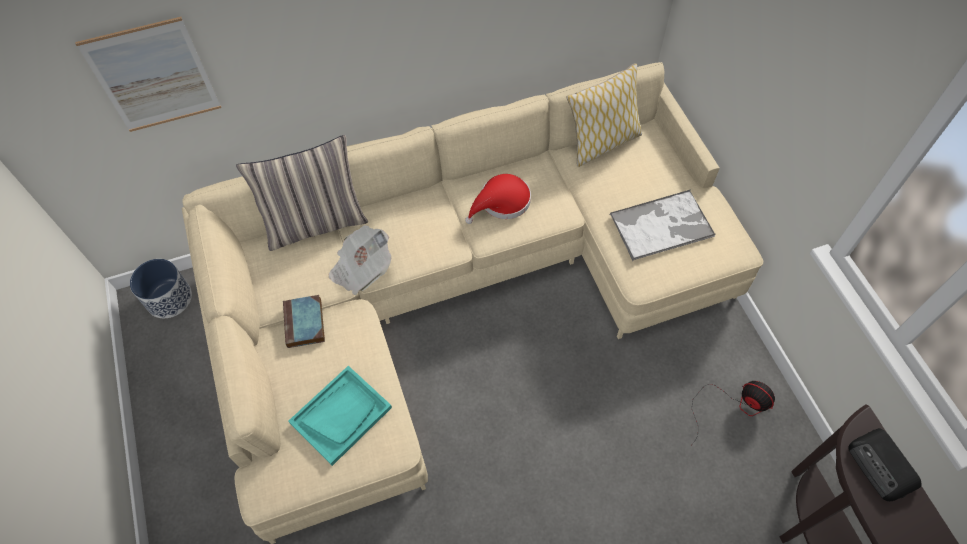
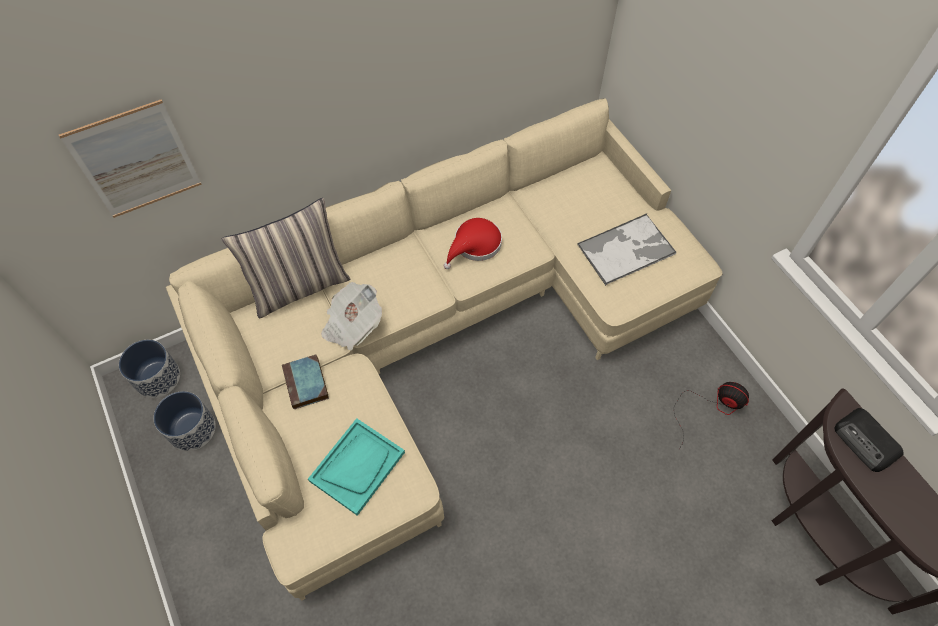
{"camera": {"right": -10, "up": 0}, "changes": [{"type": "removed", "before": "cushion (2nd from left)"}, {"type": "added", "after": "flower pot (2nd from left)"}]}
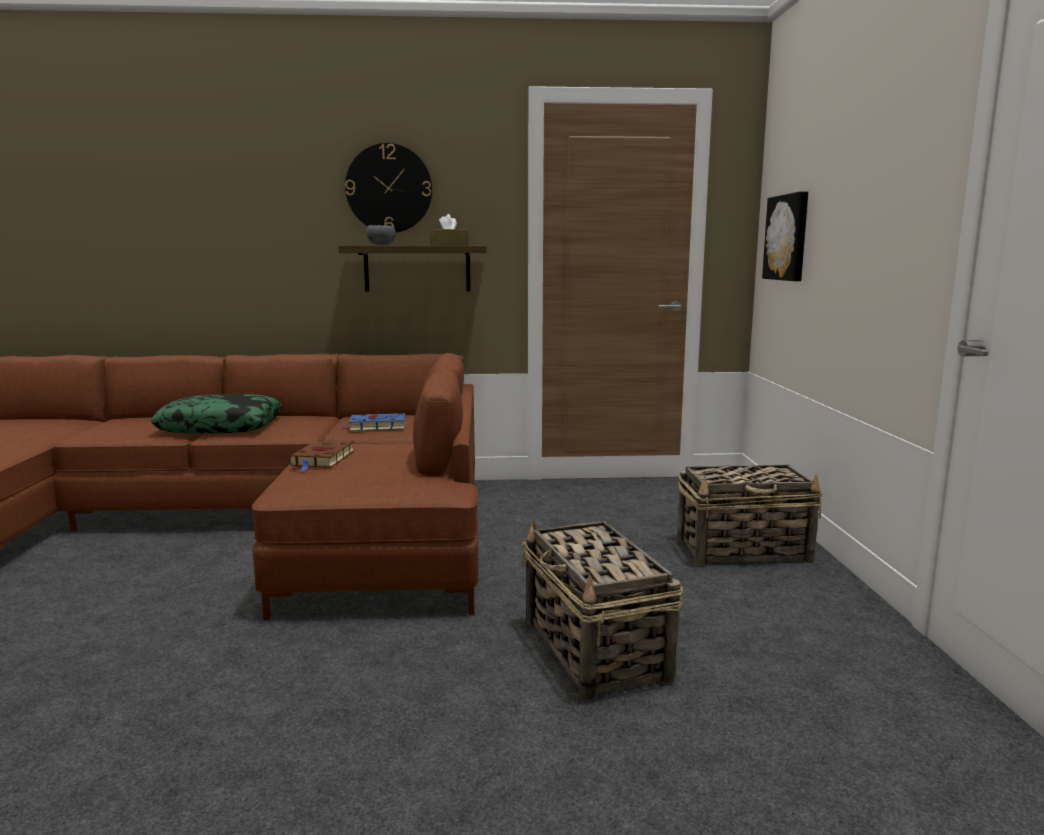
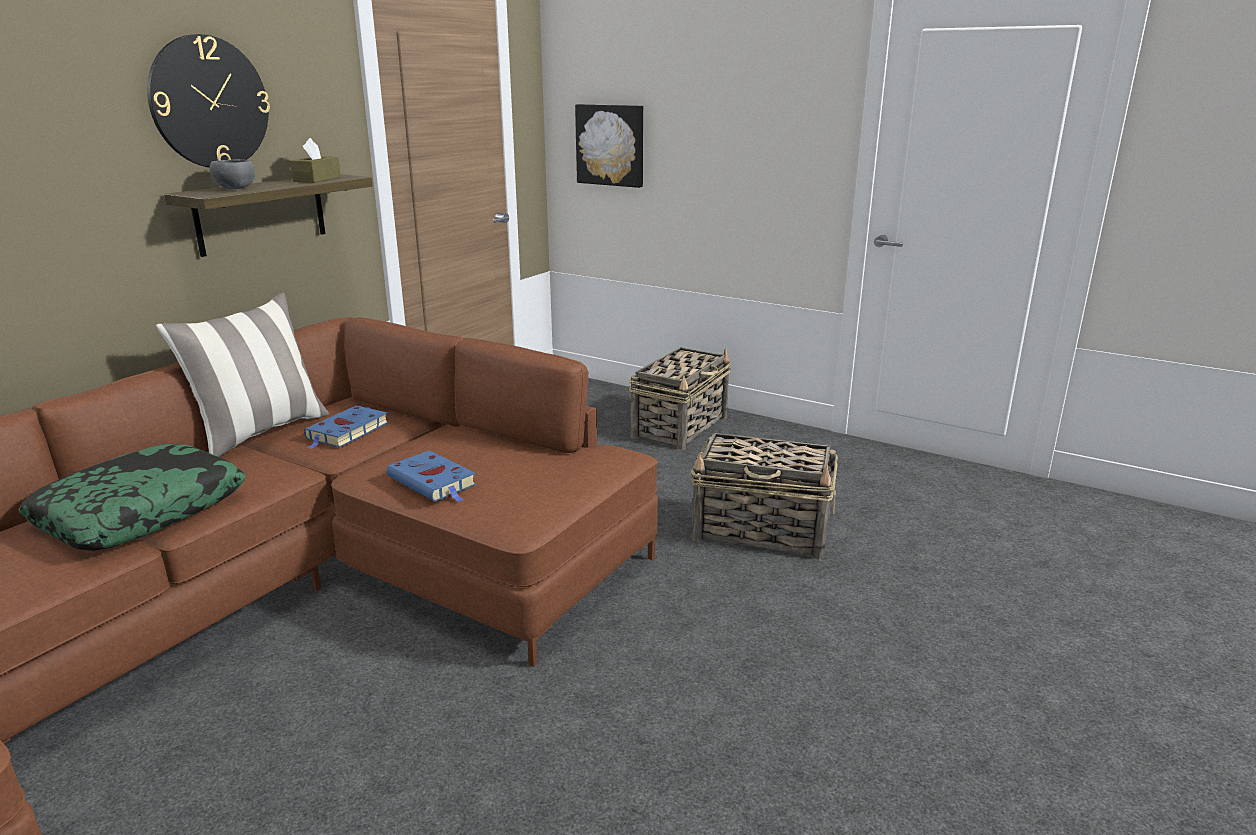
{"camera": {"right": -55, "up": 10}, "changes": [{"type": "recoloured", "before": "brown bound book", "after": "blue bound book (2nd from left)"}, {"type": "added", "after": "cushion (2nd from left)"}]}
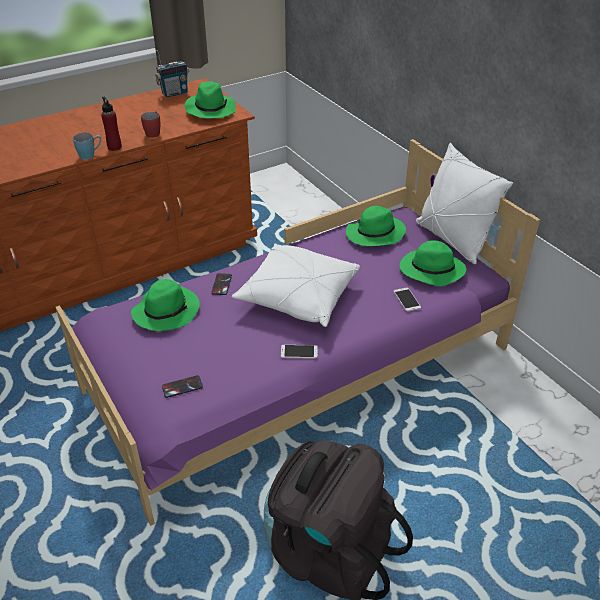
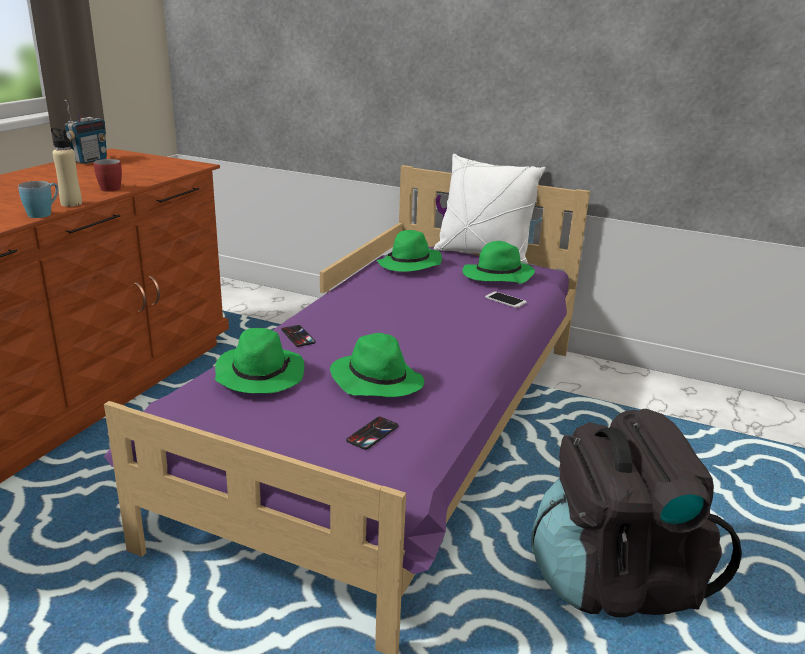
{"camera": {"right": -35, "up": -15}, "changes": [{"type": "moved", "before": "greenish clothing hat (2nd from left)"}, {"type": "recoloured", "before": "red-coloured bottle", "after": "beige-coloured bottle"}, {"type": "removed", "before": "white cushion (1st from left)"}, {"type": "removed", "before": "telephone (3rd from left)"}]}
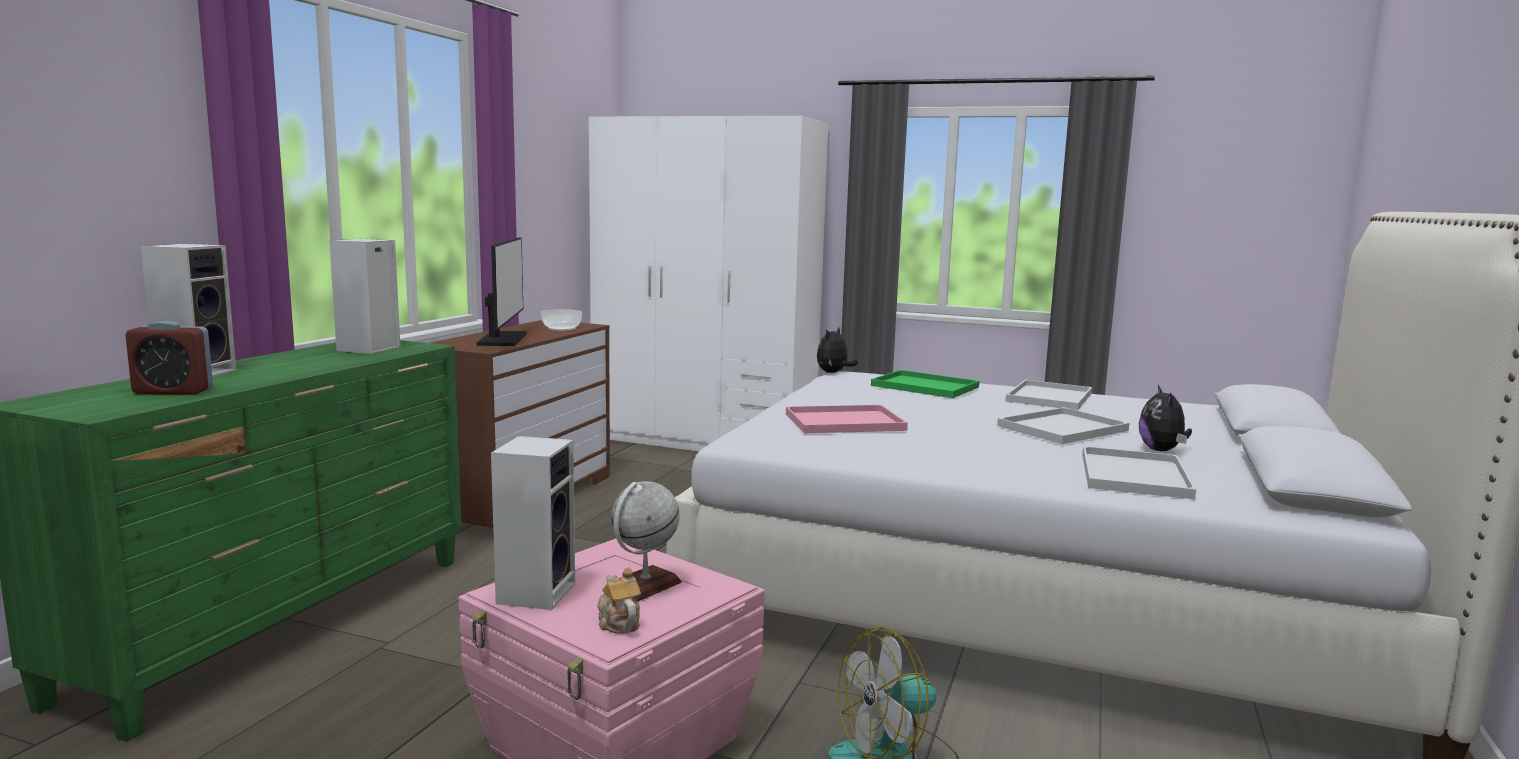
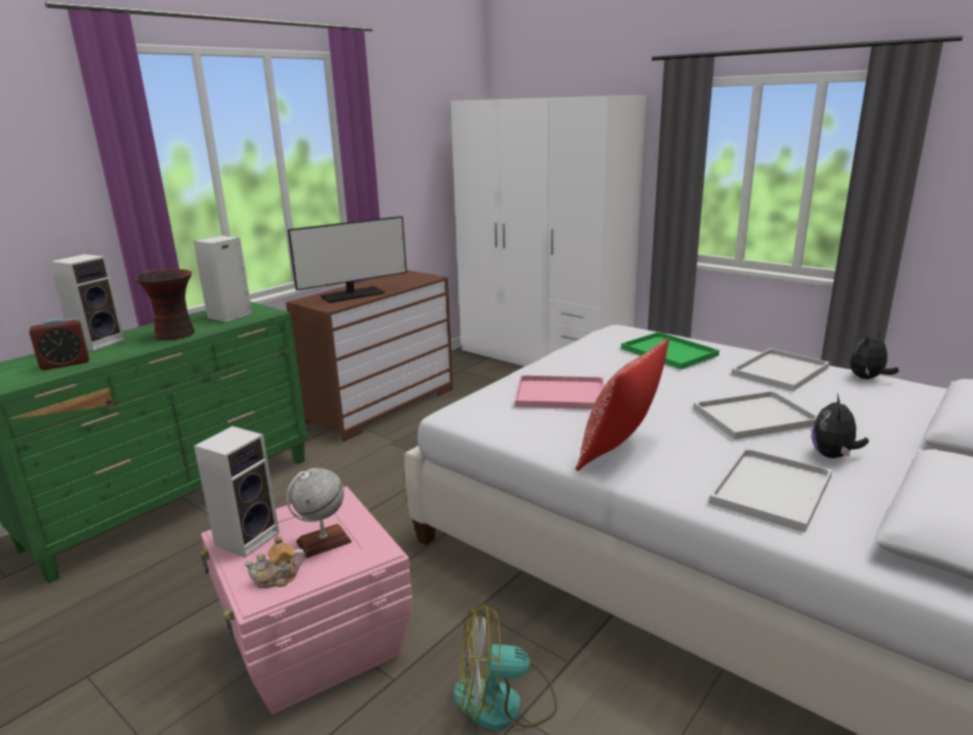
{"camera": {"right": 20, "up": 10}, "changes": [{"type": "turned", "before": "monitor", "turn": 45}, {"type": "removed", "before": "deep dish"}, {"type": "turned", "before": "alarm clock", "turn": -45}, {"type": "moved", "before": "soft toy (1st from left in the first image)", "after": "soft toy (2nd from left)"}, {"type": "turned", "before": "tea pot", "turn": -105}, {"type": "added", "after": "vase"}, {"type": "added", "after": "cushion"}]}
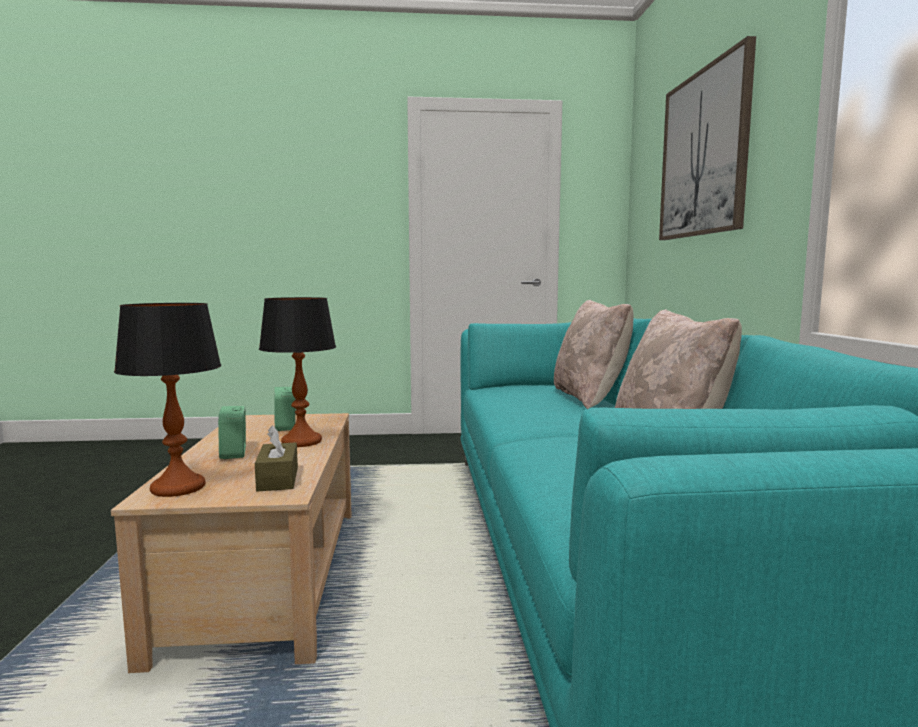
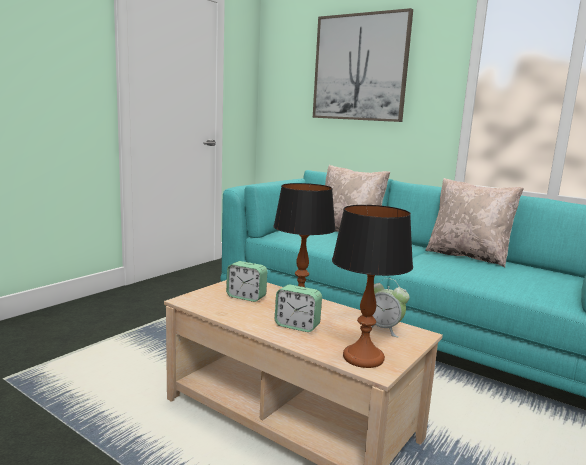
{"camera": {"right": -50, "up": 5}, "changes": [{"type": "replaced", "before": "brown box of tissues", "after": "alarm clock (3rd from left)"}]}
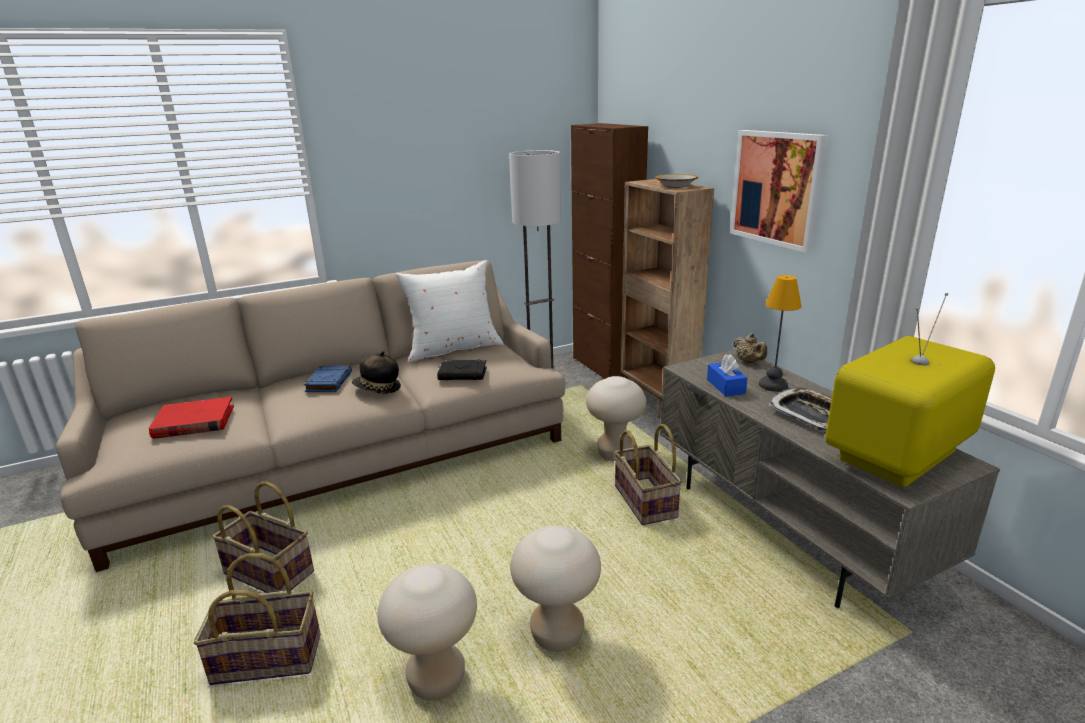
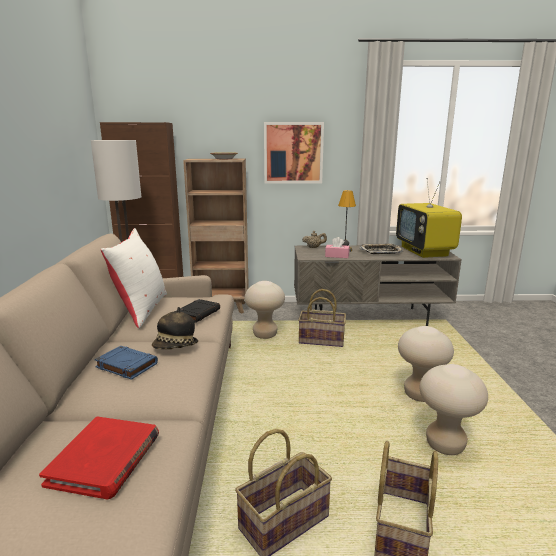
{"camera": {"right": -65, "up": -5}, "changes": [{"type": "recoloured", "before": "blue box of tissues", "after": "pink box of tissues"}]}
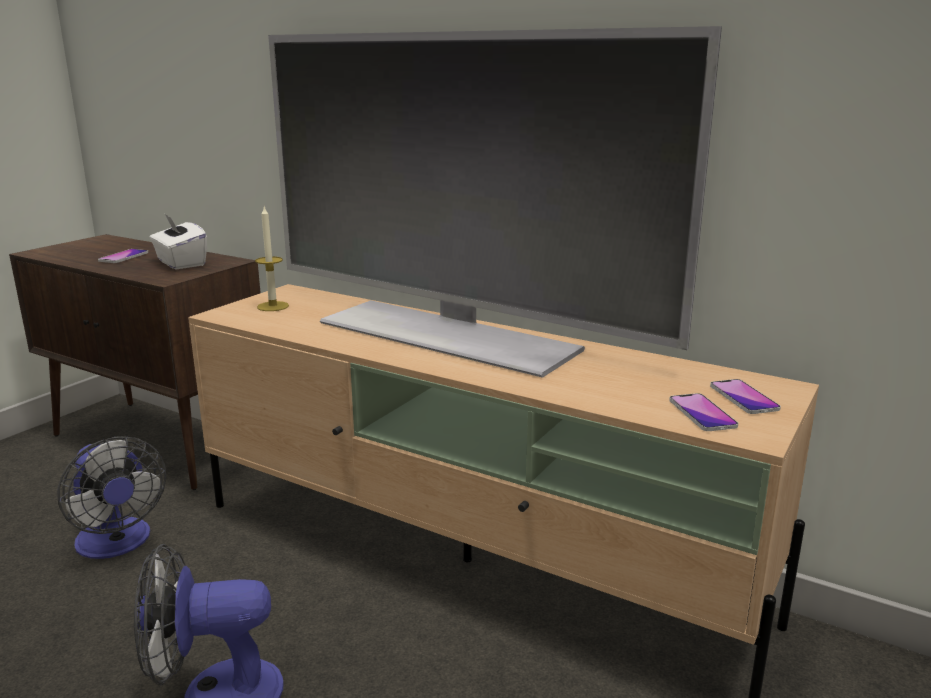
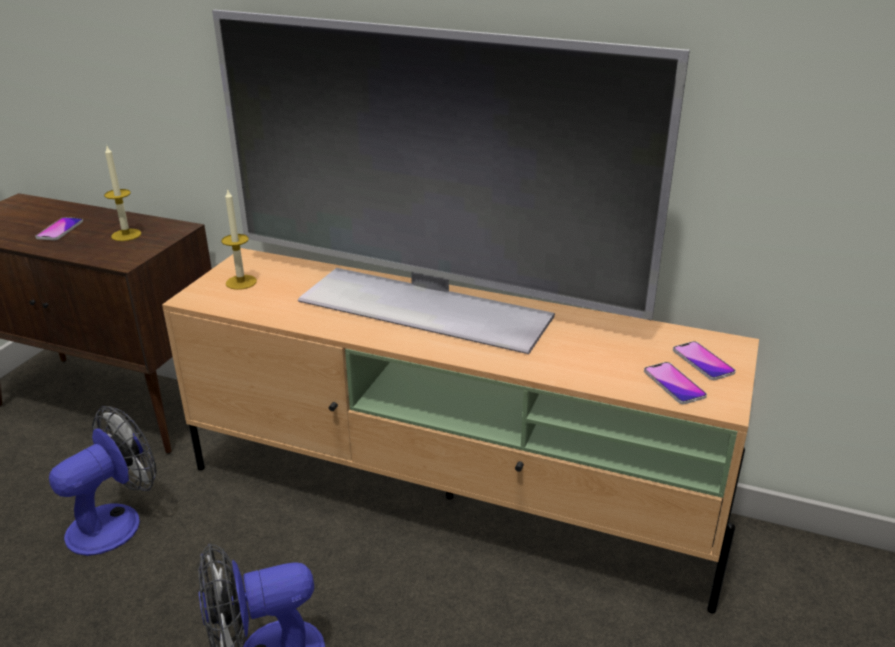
{"camera": {"right": -10, "up": 10}, "changes": [{"type": "replaced", "before": "white box of tissues", "after": "wax light (1st from left)"}, {"type": "turned", "before": "electric fan (1st from left)", "turn": -90}]}
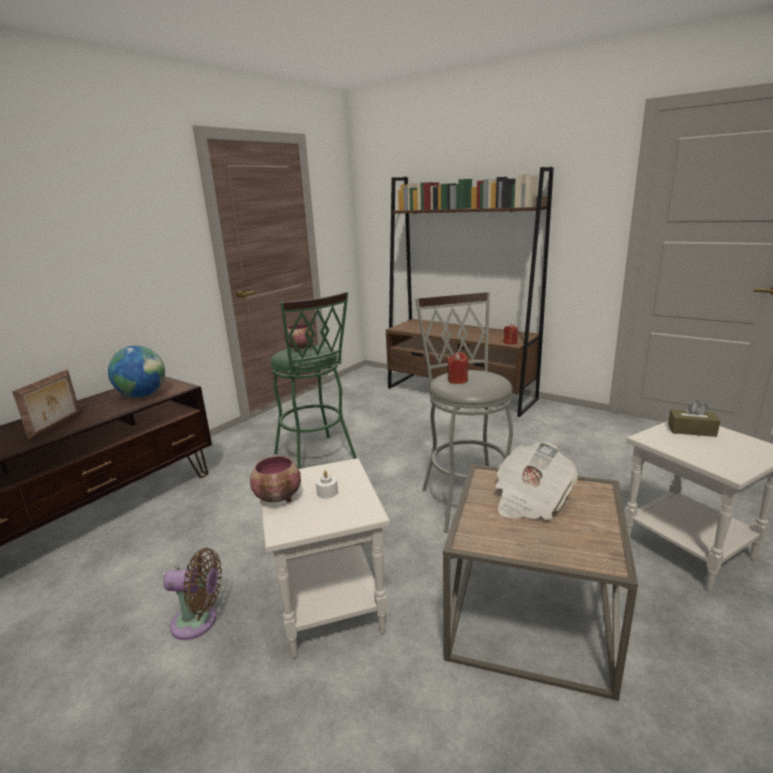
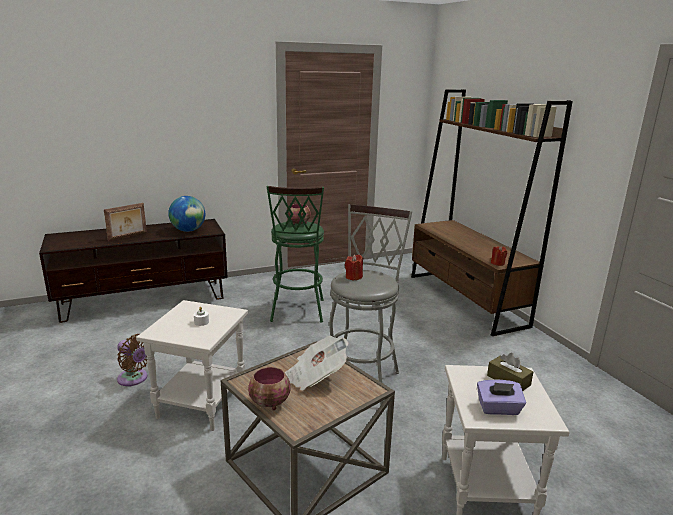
{"camera": {"right": 30, "up": 0}, "changes": [{"type": "moved", "before": "deep dish (1st from left)"}, {"type": "added", "after": "purplish box of tissues"}]}
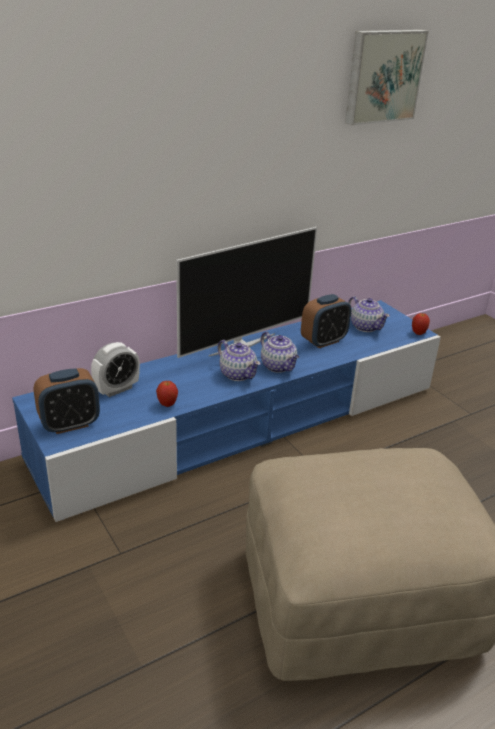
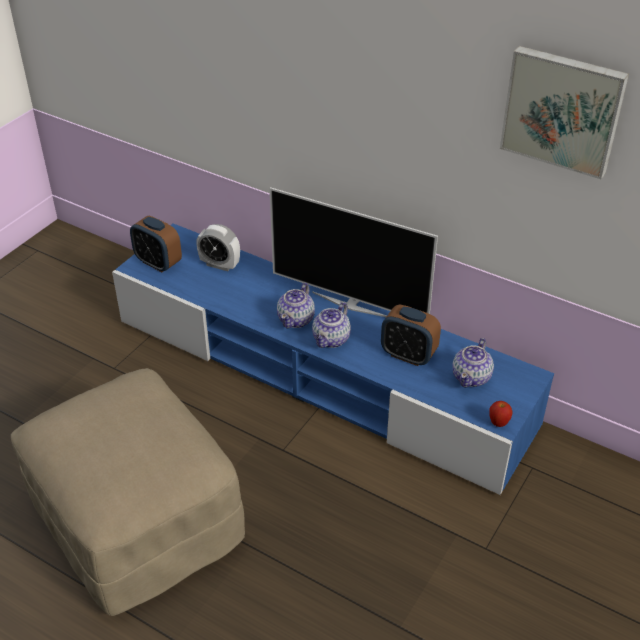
{"camera": {"right": 65, "up": 10}, "changes": [{"type": "removed", "before": "apple fruit (1st from left)"}]}
